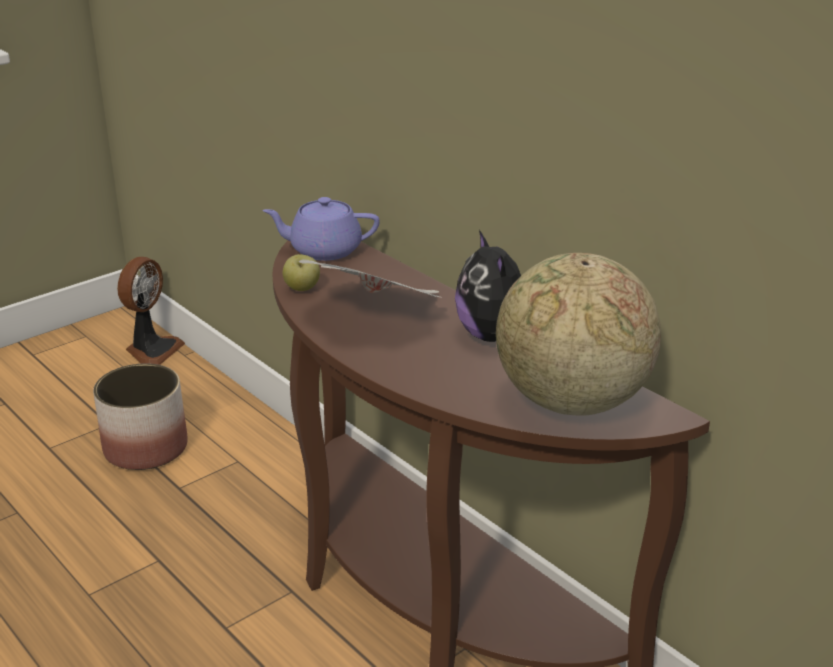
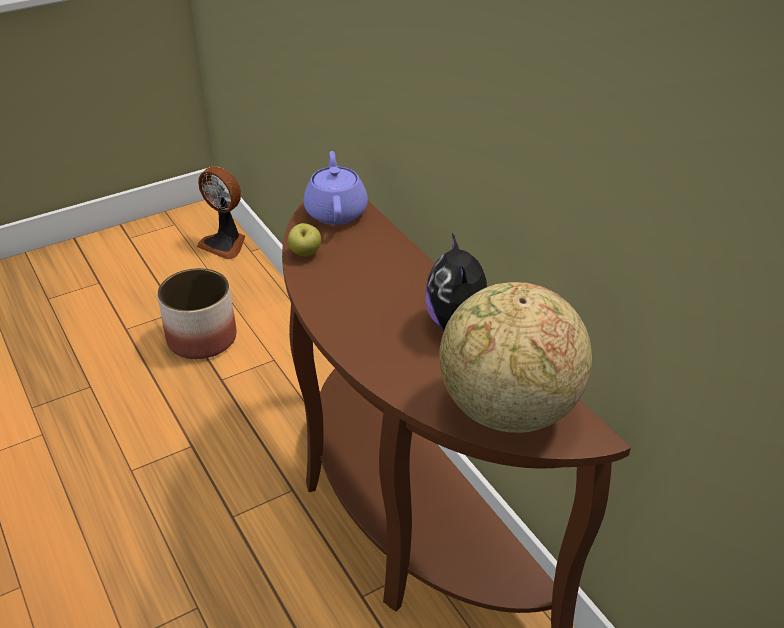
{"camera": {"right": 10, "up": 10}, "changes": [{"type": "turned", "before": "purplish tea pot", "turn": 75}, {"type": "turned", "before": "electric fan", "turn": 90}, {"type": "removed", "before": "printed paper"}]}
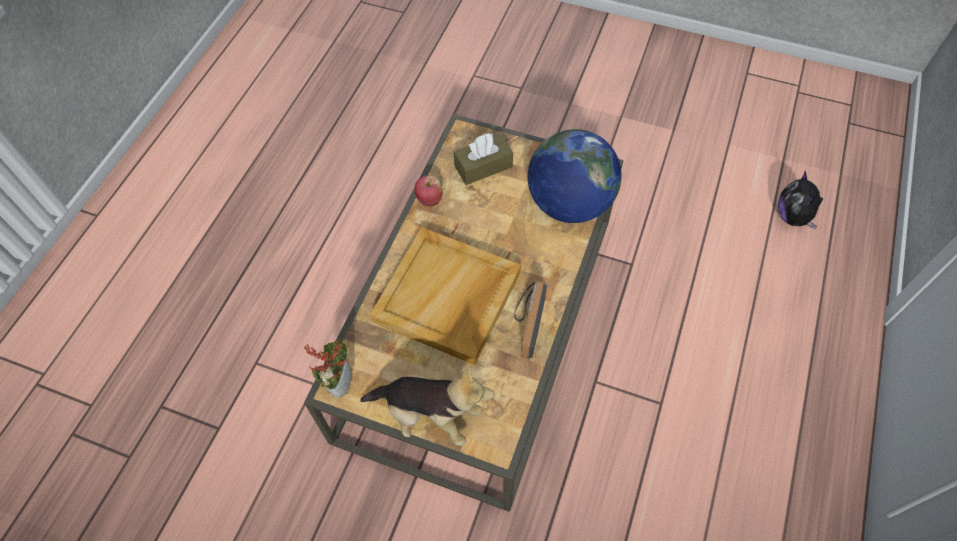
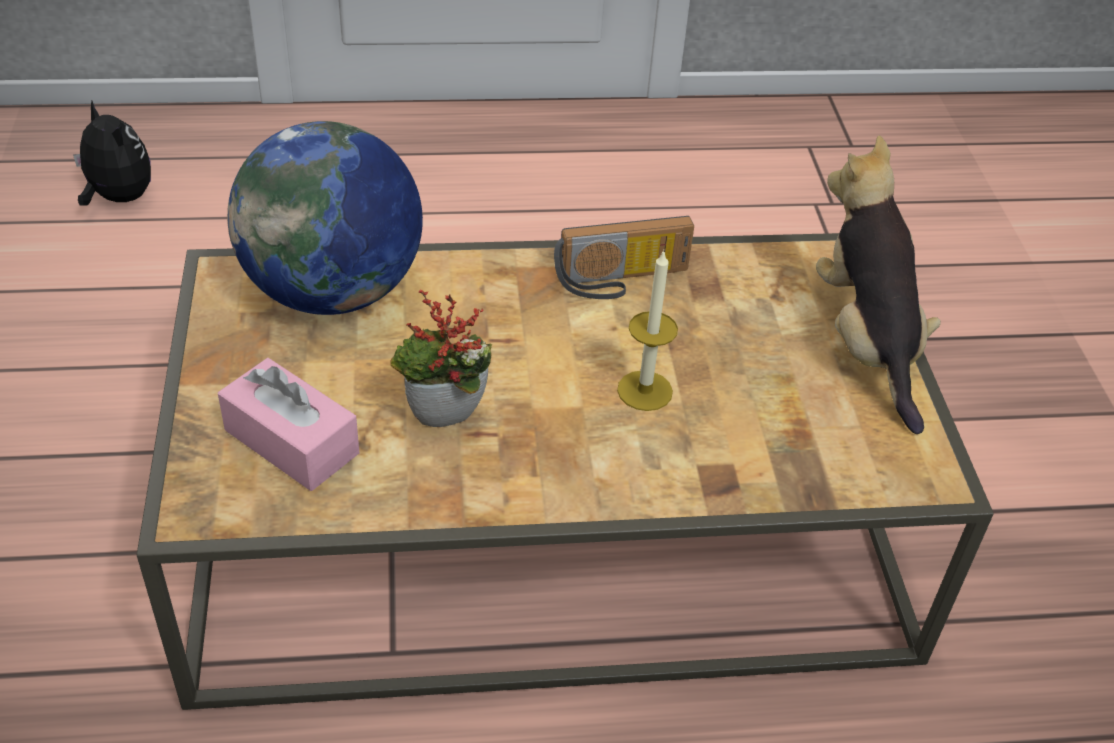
{"camera": {"right": -120, "up": -15}, "changes": [{"type": "recoloured", "before": "brown box of tissues", "after": "pink box of tissues"}, {"type": "turned", "before": "soft toy (2nd from left in the first image)", "turn": -105}, {"type": "removed", "before": "apple fruit"}, {"type": "replaced", "before": "beige-coloured serving tray", "after": "wax light"}, {"type": "moved", "before": "potted plant"}]}
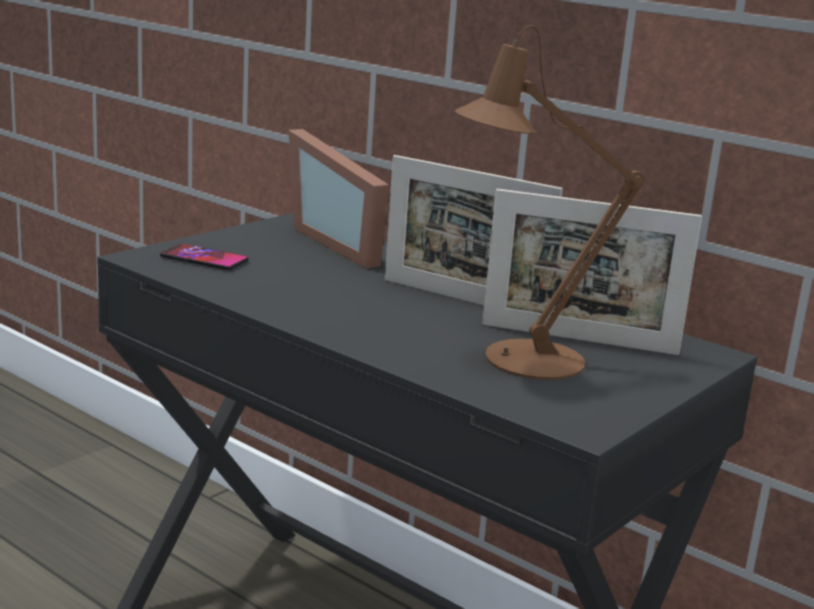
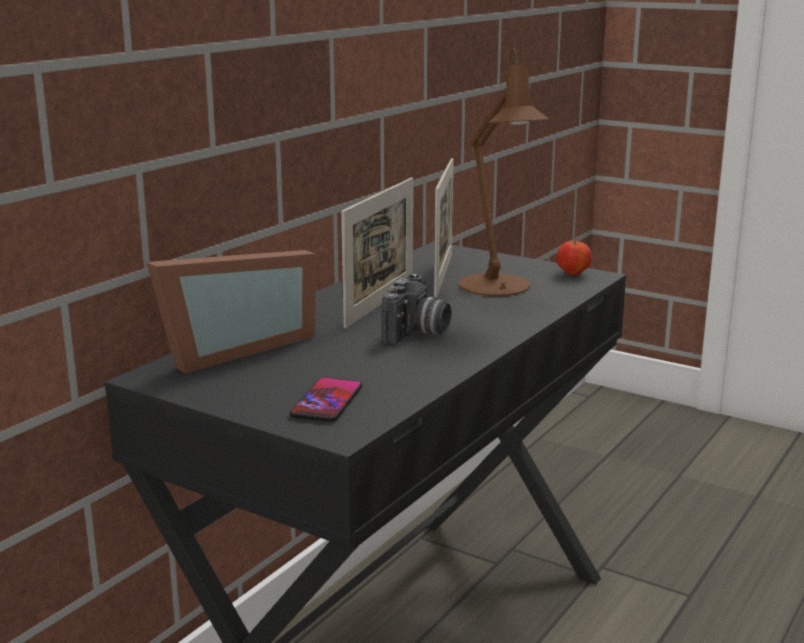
{"camera": {"right": -95, "up": 0}, "changes": [{"type": "added", "after": "apple fruit"}, {"type": "added", "after": "still camera"}]}
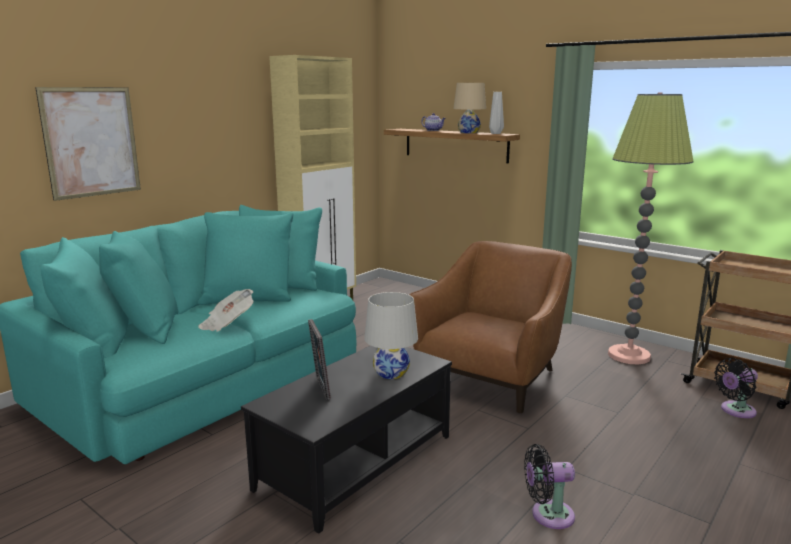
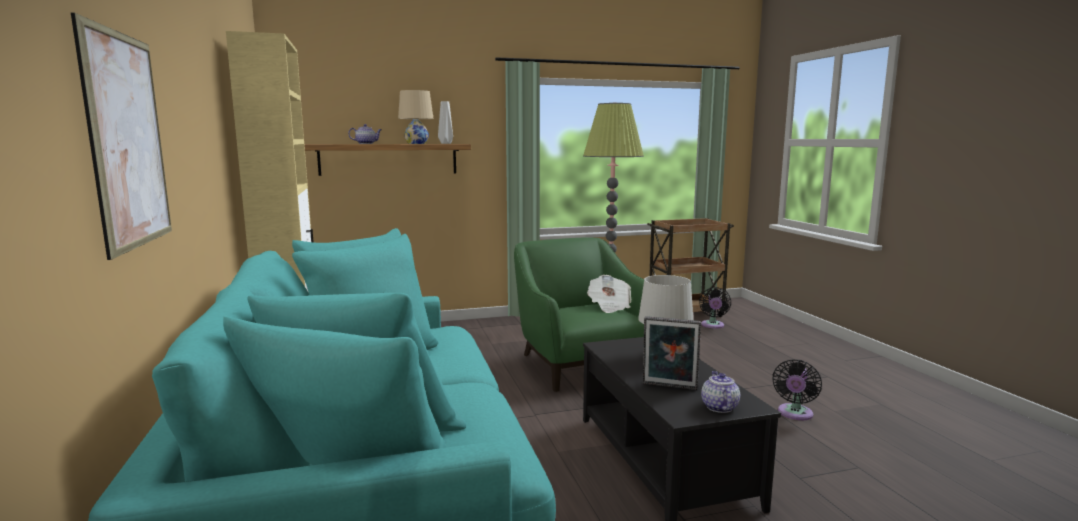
{"camera": {"right": -55, "up": -5}, "changes": [{"type": "recoloured", "before": "brown lounge chair", "after": "greenish lounge chair"}, {"type": "moved", "before": "printed paper"}, {"type": "added", "after": "tea pot (2nd from left)"}]}
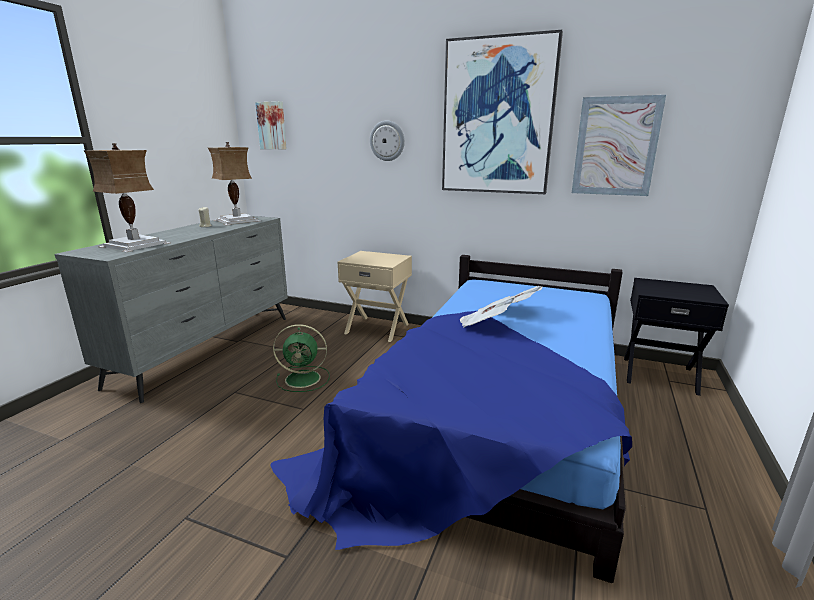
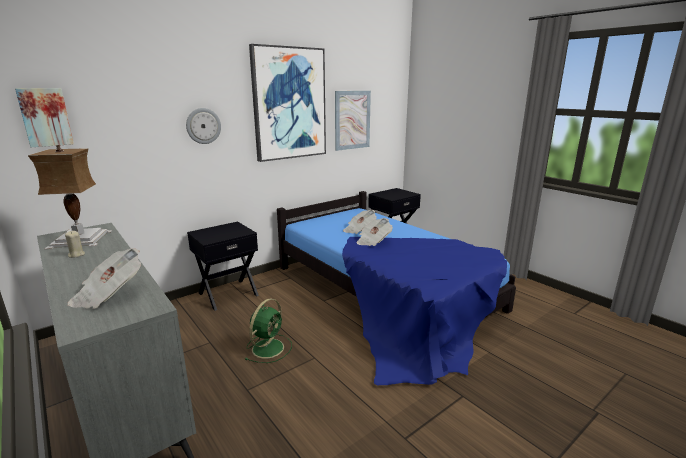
{"camera": {"right": -60, "up": 0}, "changes": [{"type": "replaced", "before": "lamp for a table (1st from left)", "after": "printed paper (1st from left)"}, {"type": "recoloured", "before": "beige-coloured nightstand", "after": "black-coloured nightstand (1st from left)"}]}
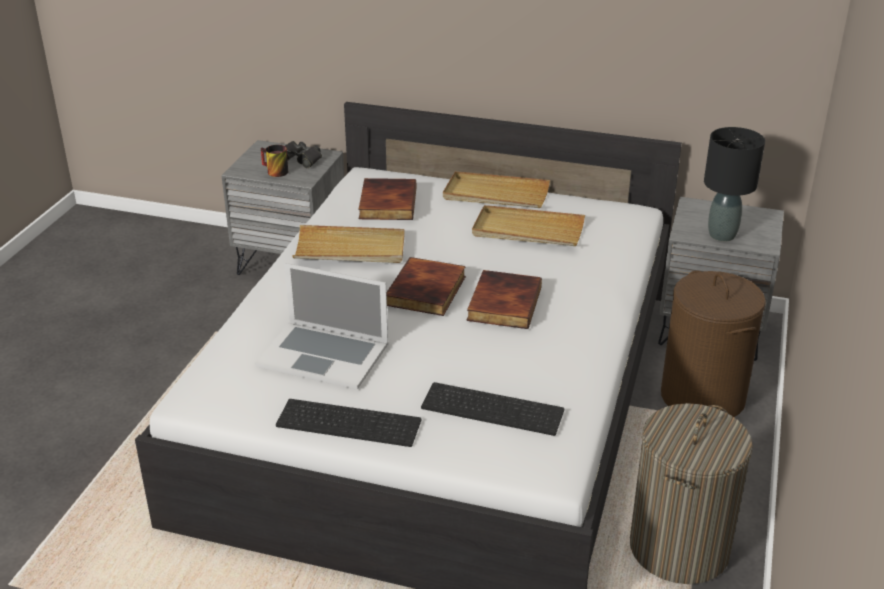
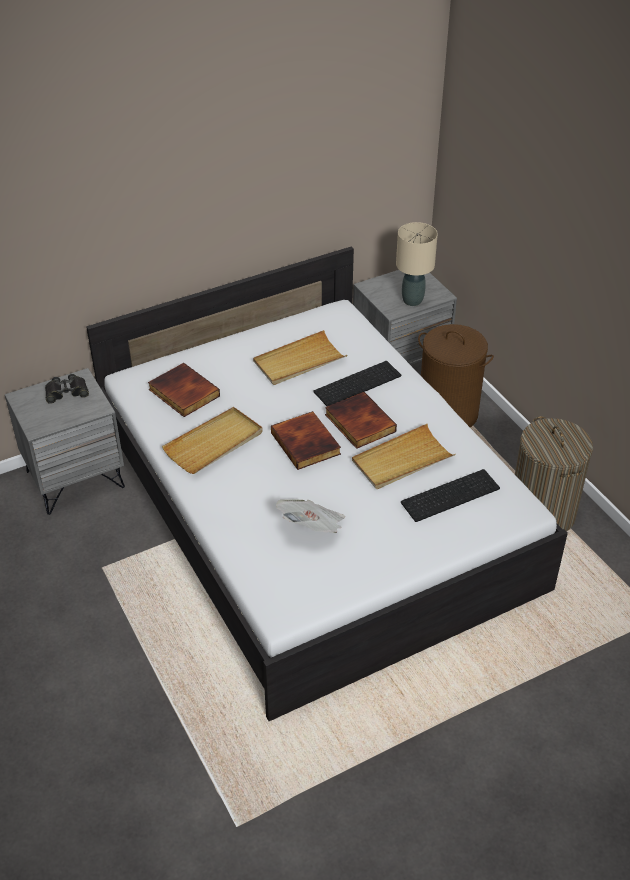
{"camera": {"right": -45, "up": 10}, "changes": [{"type": "recoloured", "before": "black-coloured lamp for a table", "after": "beige-coloured lamp for a table"}, {"type": "removed", "before": "tea mug"}, {"type": "moved", "before": "beige-coloured serving tray (2nd from left in the first image)", "after": "beige-coloured serving tray (3rd from left)"}, {"type": "replaced", "before": "portable computer", "after": "printed paper"}, {"type": "moved", "before": "computer keyboard (1st from left)"}]}
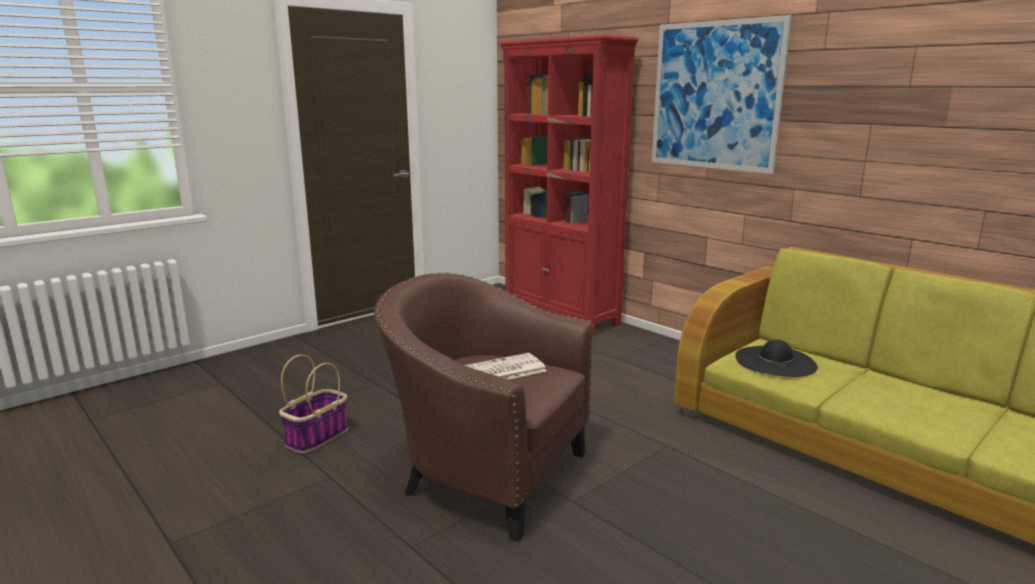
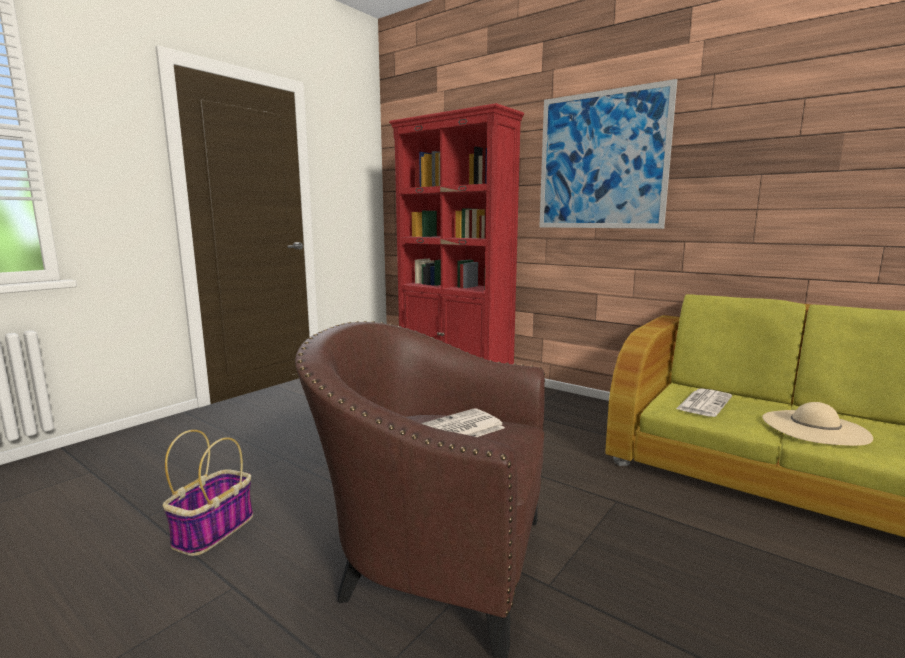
{"camera": {"right": -10, "up": -5}, "changes": [{"type": "replaced", "before": "black-coloured clothing hat", "after": "printed paper (2nd from left)"}, {"type": "added", "after": "beige-coloured clothing hat"}]}
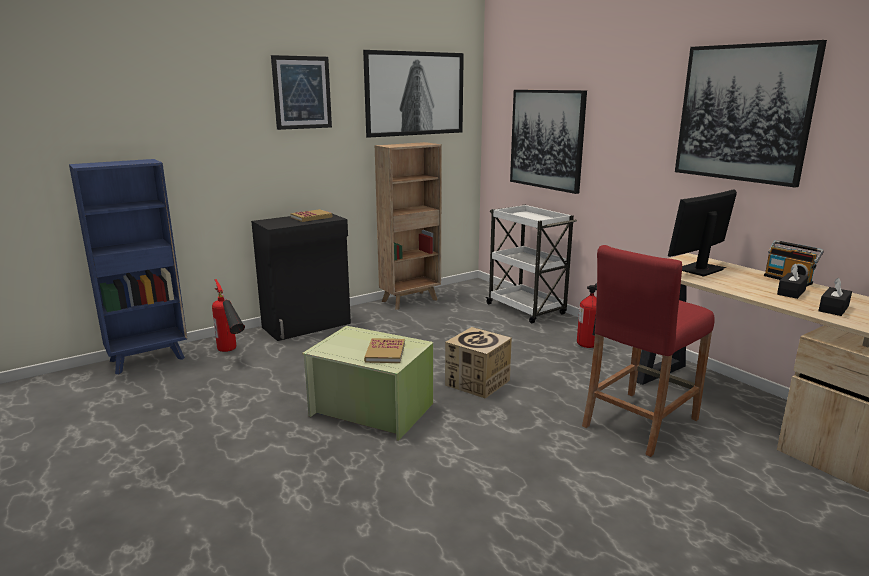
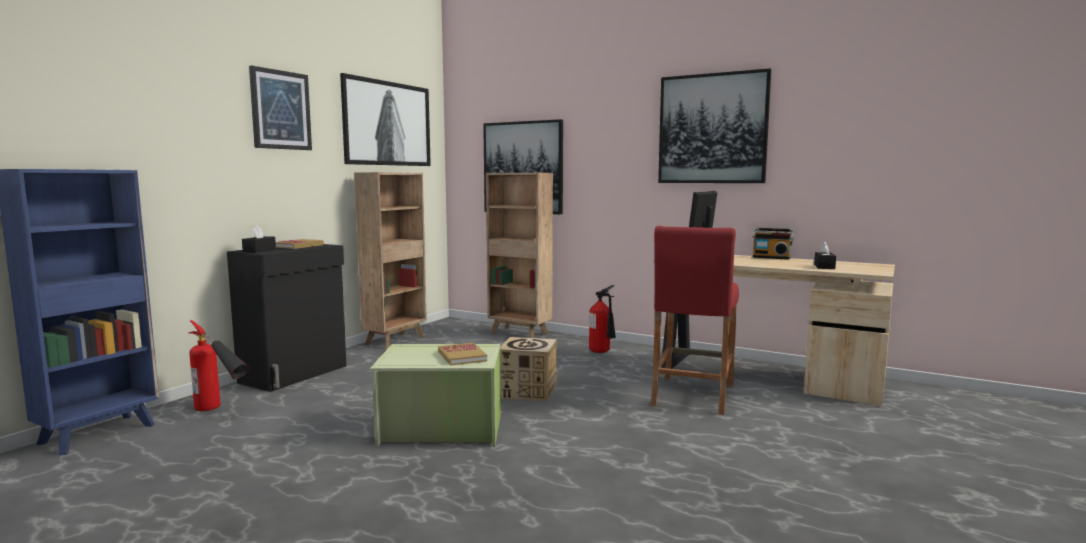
{"camera": {"right": -25, "up": -10}, "changes": [{"type": "replaced", "before": "white trolley", "after": "brown shelving unit (2nd from left)"}, {"type": "moved", "before": "black-coloured box of tissues (1st from left)"}]}
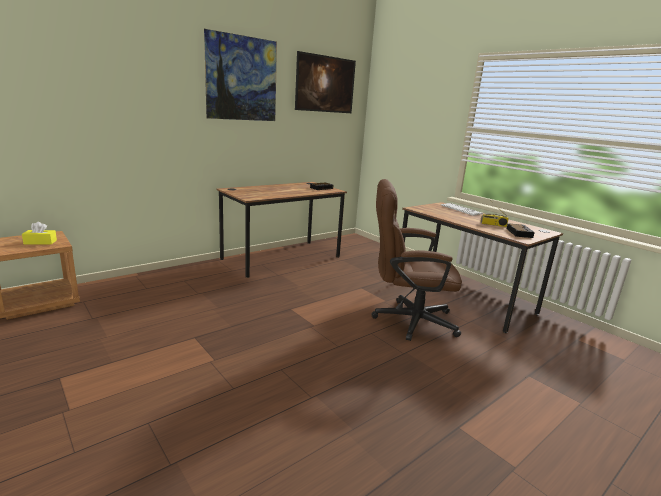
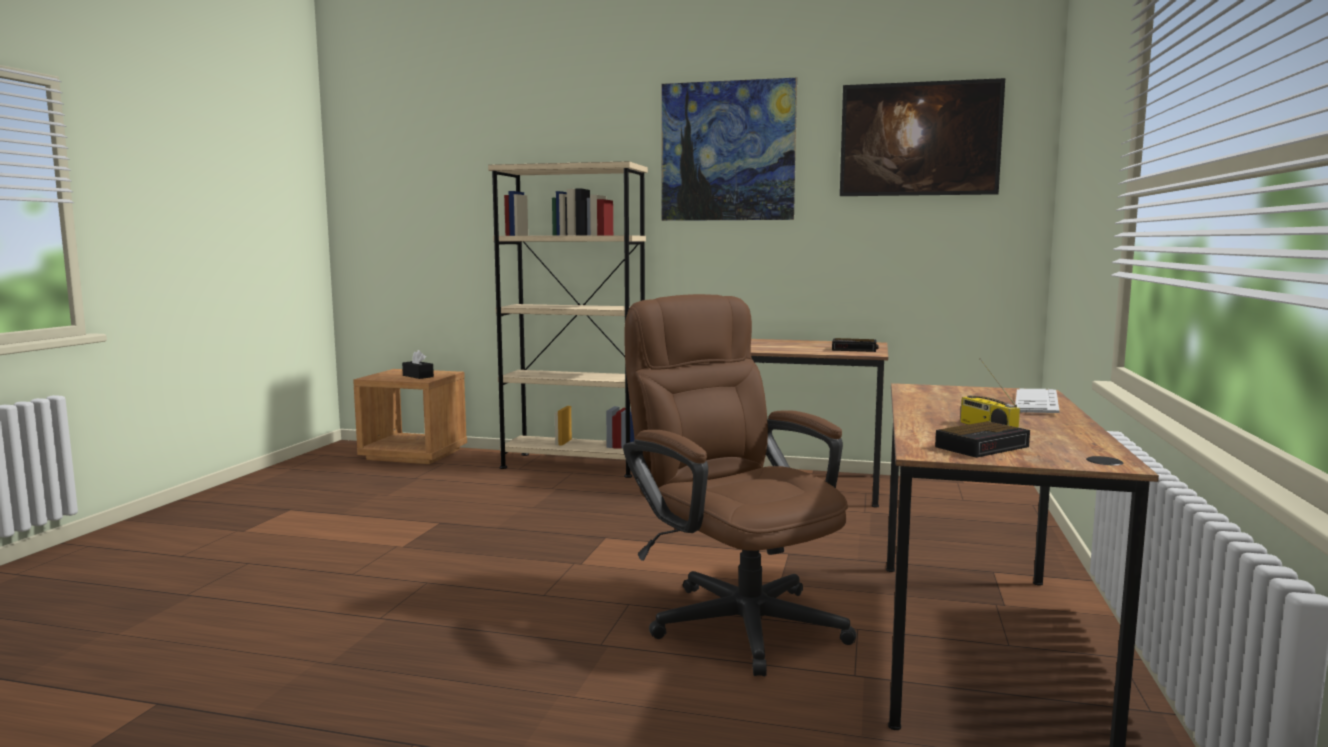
{"camera": {"right": 55, "up": -10}, "changes": [{"type": "recoloured", "before": "yellow box of tissues", "after": "black-coloured box of tissues"}, {"type": "added", "after": "beige-coloured shelving unit"}]}
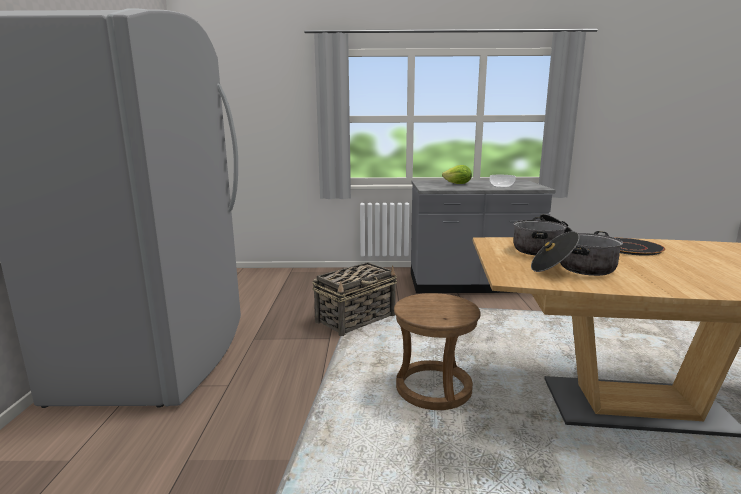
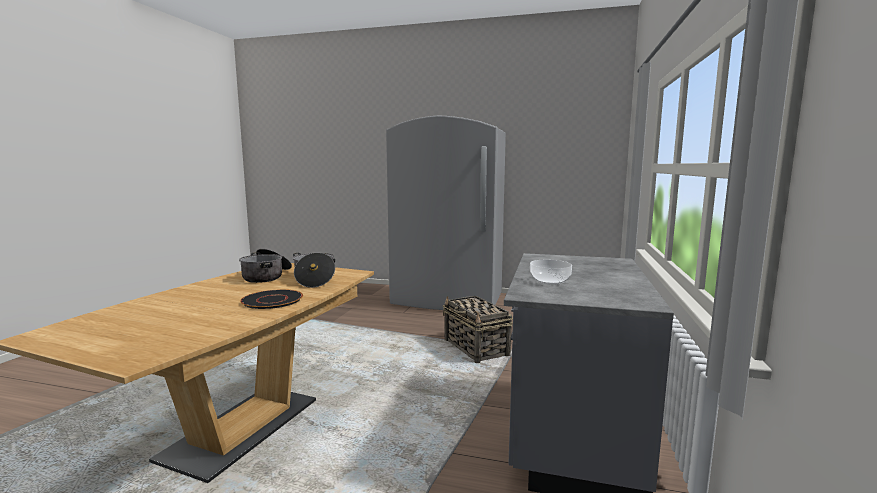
{"camera": {"right": 105, "up": -5}, "changes": [{"type": "removed", "before": "head of lettuce"}, {"type": "removed", "before": "brown stool"}]}
